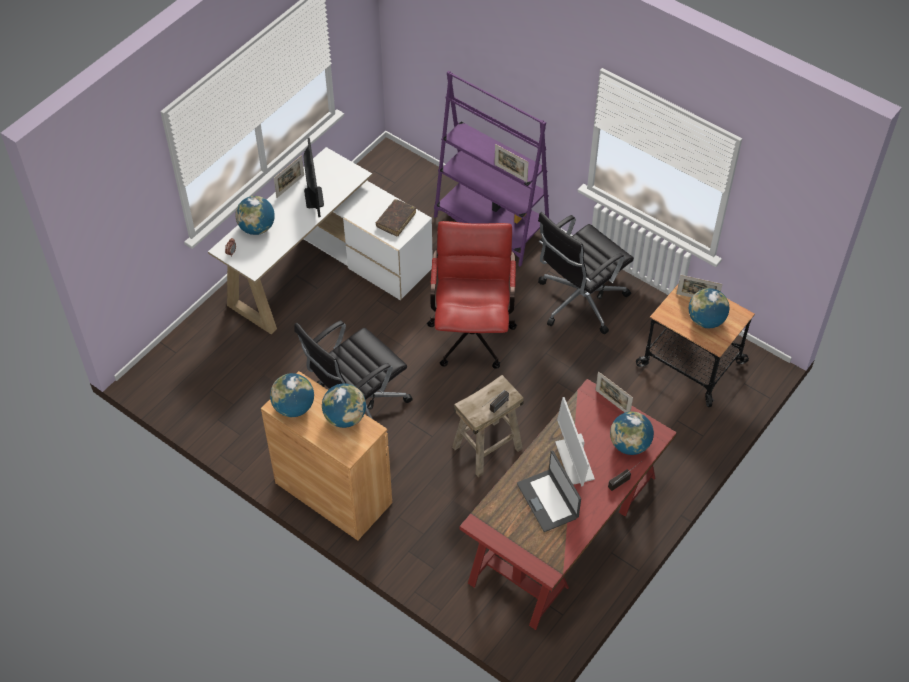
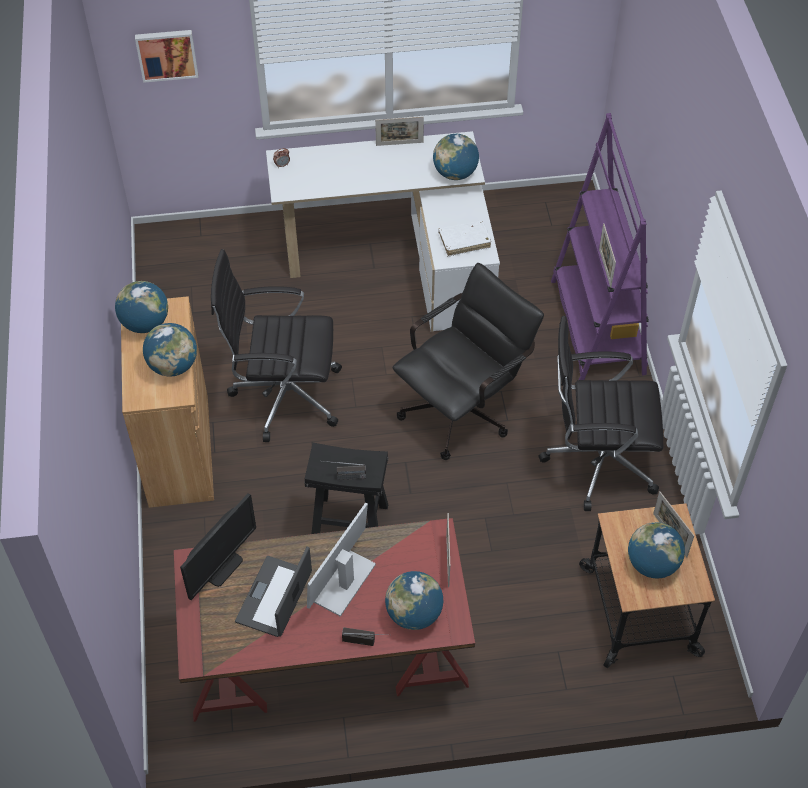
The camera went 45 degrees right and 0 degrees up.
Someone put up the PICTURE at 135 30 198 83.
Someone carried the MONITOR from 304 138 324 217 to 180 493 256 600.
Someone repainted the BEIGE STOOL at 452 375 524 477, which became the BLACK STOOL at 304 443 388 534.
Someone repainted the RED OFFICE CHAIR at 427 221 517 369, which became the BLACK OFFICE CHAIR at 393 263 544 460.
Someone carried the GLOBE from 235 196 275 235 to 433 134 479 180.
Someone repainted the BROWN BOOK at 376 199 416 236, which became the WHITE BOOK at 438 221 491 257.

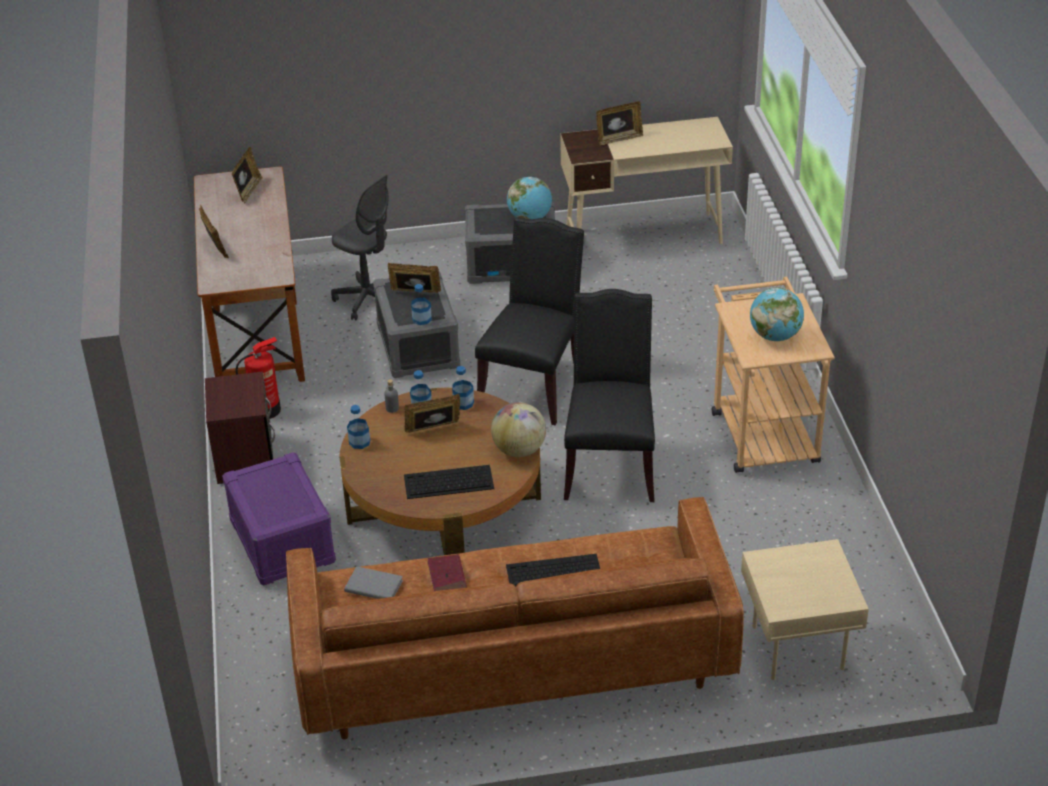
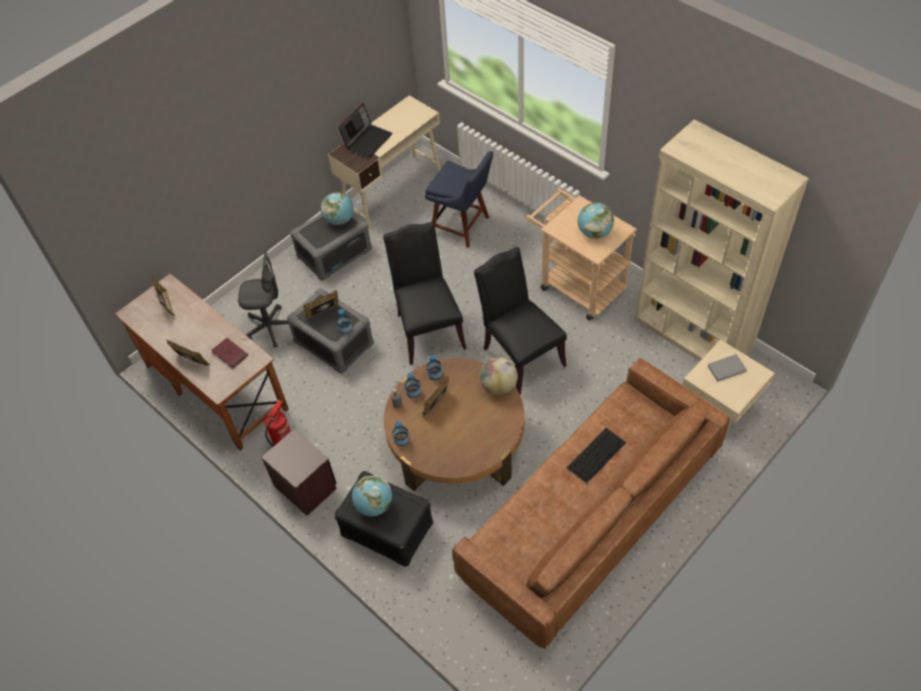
The camera went 35 degrees left and 15 degrees up.
Someone carried the RED BOOK from 428 554 467 591 to 212 338 248 369.
Someone repainted the PURPLE STORAGE BOX at 222 452 336 585, which became the BLACK STORAGE BOX at 334 471 433 567.
Someone swapped the PICTURE FRAME at 596 101 643 145 for the LAPTOP at 339 103 393 158.
Someone put down the GLOBE at 352 476 392 516.
Someone put down the BLUE CHAIR at 425 151 493 248.
Someone put down the BEIGE BOOKCASE at 635 120 809 361.
Someone carried the GREY BOOK from 344 566 403 599 to 707 354 747 382.
Someone took away the KEYBOARD at 404 465 494 499.

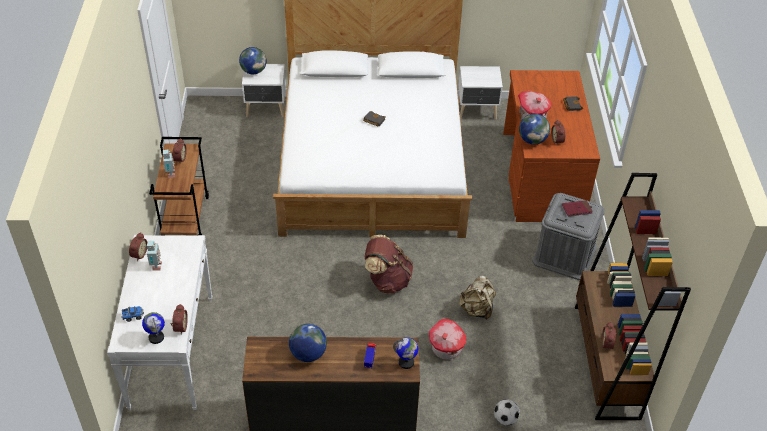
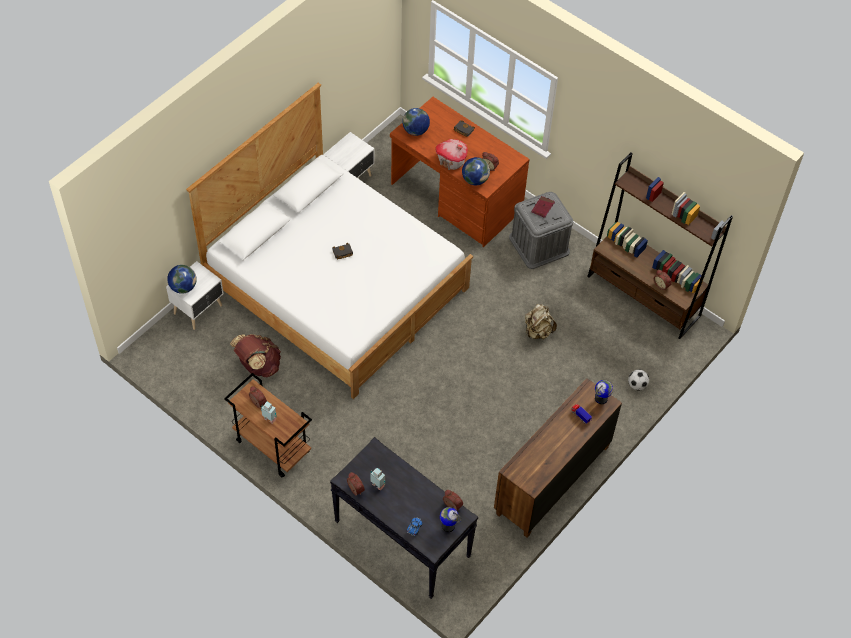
The camera went 50 degrees left and 10 degrees up.
Someone carried the BROWN BACKPACK from 365 235 413 294 to 230 334 281 377.
Someone repainted the WHITE CONSOLE TABLE at 107 235 213 410, which became the BLACK CONSOLE TABLE at 330 437 478 599.
Someone carried the GLOBE from 289 324 327 362 to 402 108 430 136.
Someone took away the TOY HOUSE at 429 319 466 359.

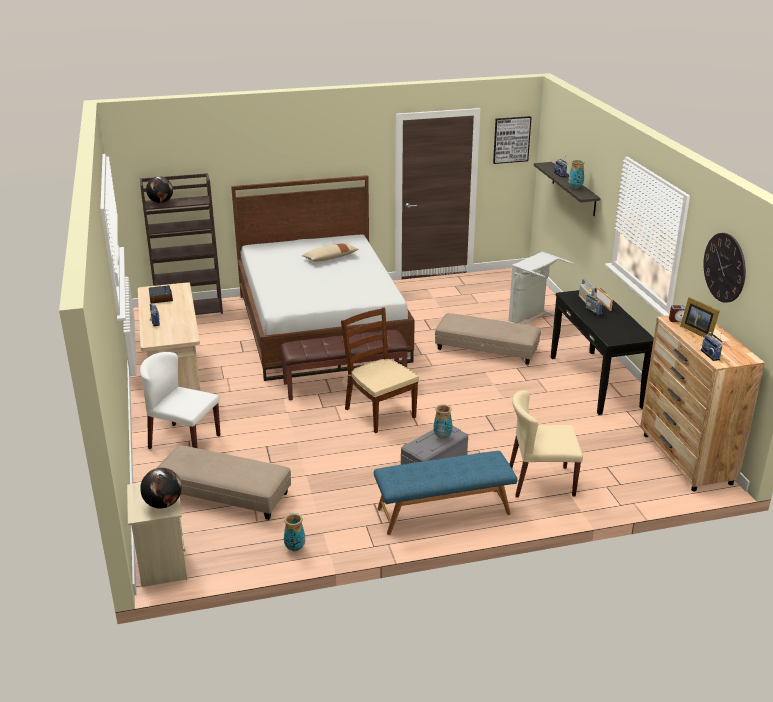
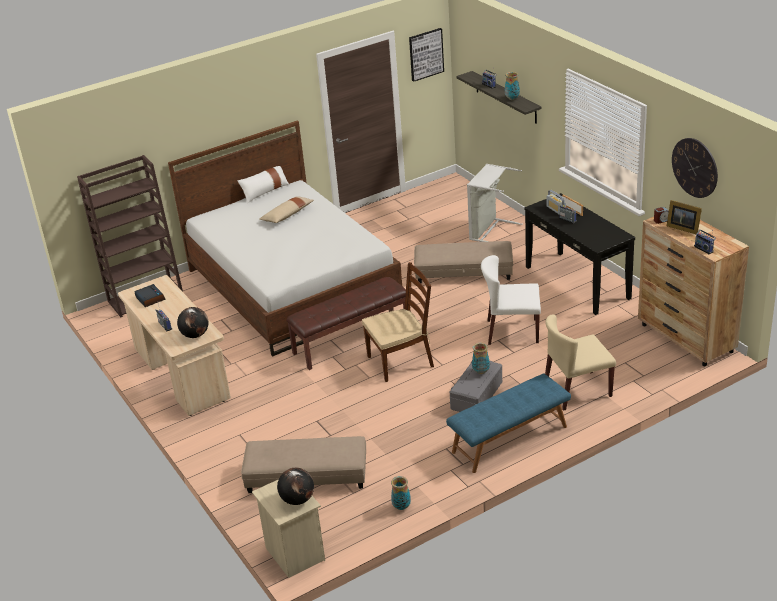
The camera went 15 degrees left and 5 degrees up.
Someone carried the GLOBE from 146 176 173 203 to 177 307 209 338.
Someone put down the WHITE PILLOW at 237 166 289 203.
Someone rotated the BROWN CHAIR at 341 307 419 433 by 120 degrees clockwise.
Someone carried the WHITE CHAIR from 140 352 220 449 to 481 255 541 345.

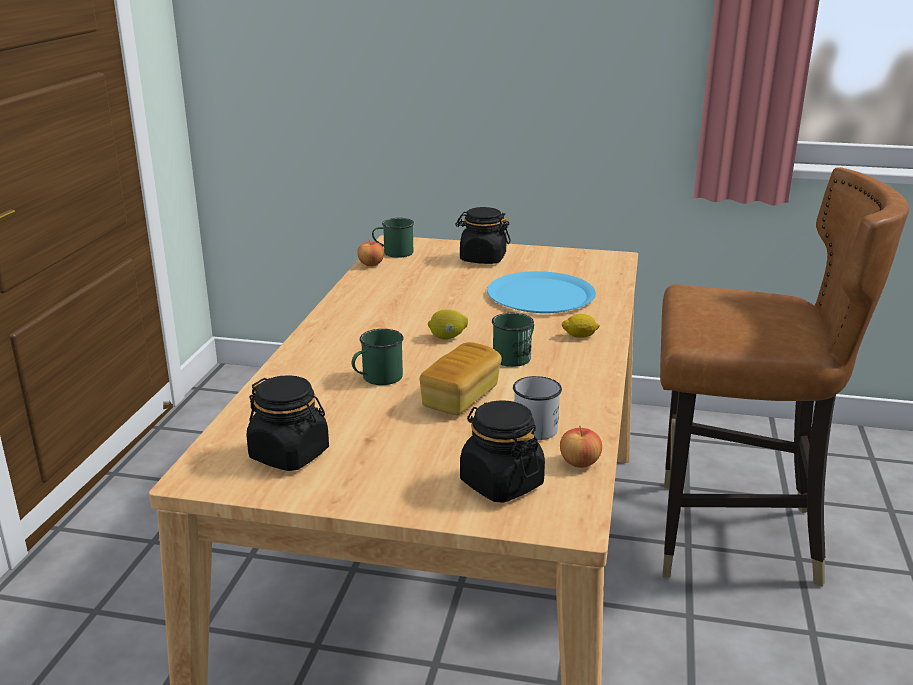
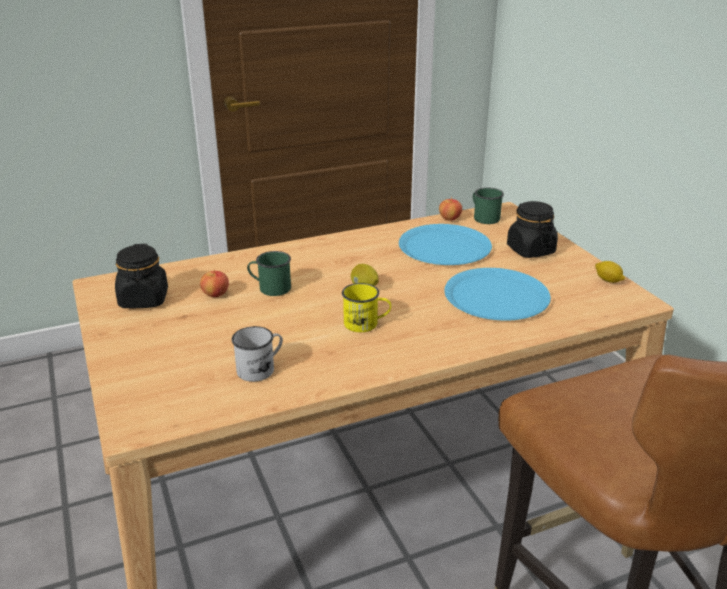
The camera went 55 degrees right and 5 degrees up.
Someone carried the APPLE from 560 426 602 468 to 200 269 229 297.
Someone repainted the GREEN MUG at 492 313 534 367, which became the YELLOW MUG at 342 283 391 332.
Someone put down the BLUE PLATE at 399 224 492 265.
Someone carried the LEMON from 561 314 600 338 to 595 261 625 283.
Someone took away the BREAD at 420 342 502 415.
Someone took away the BLACK JAR at 460 400 545 503.

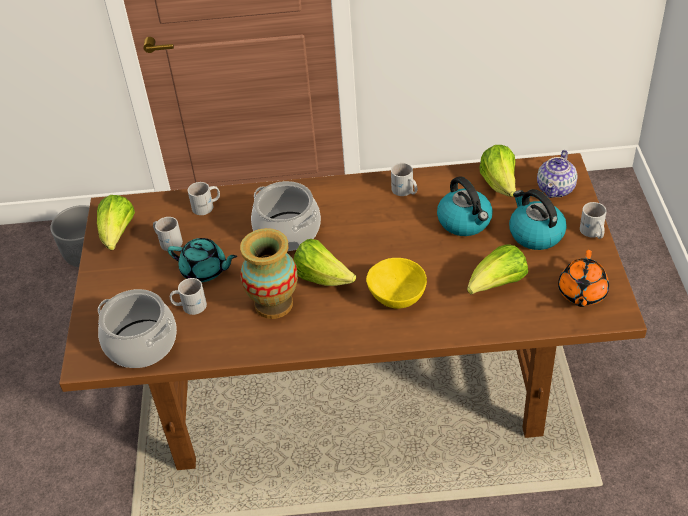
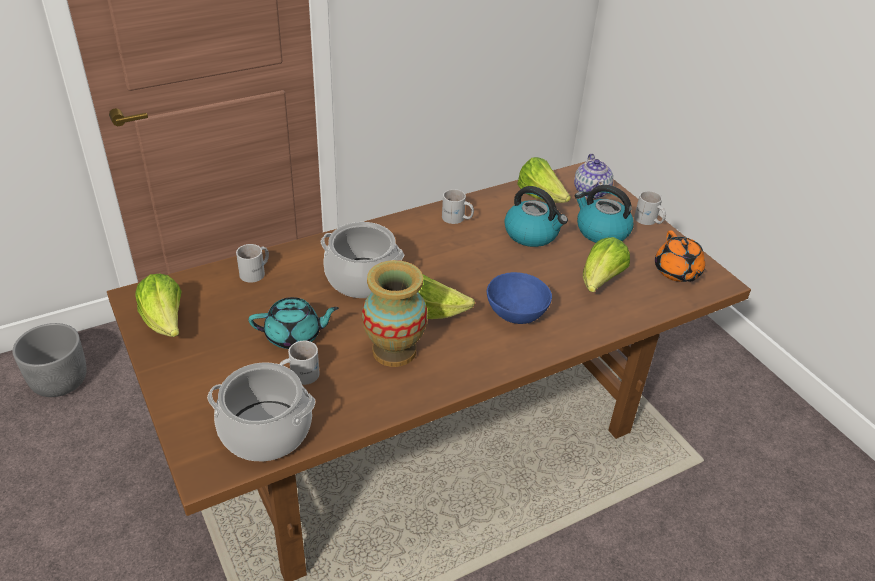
The camera went 30 degrees left and 5 degrees down.
Someone repainted the YELLOW BOWL at 366 258 427 309, which became the BLUE BOWL at 487 272 552 324.
Someone took away the WHITE MUG at 153 217 183 251.

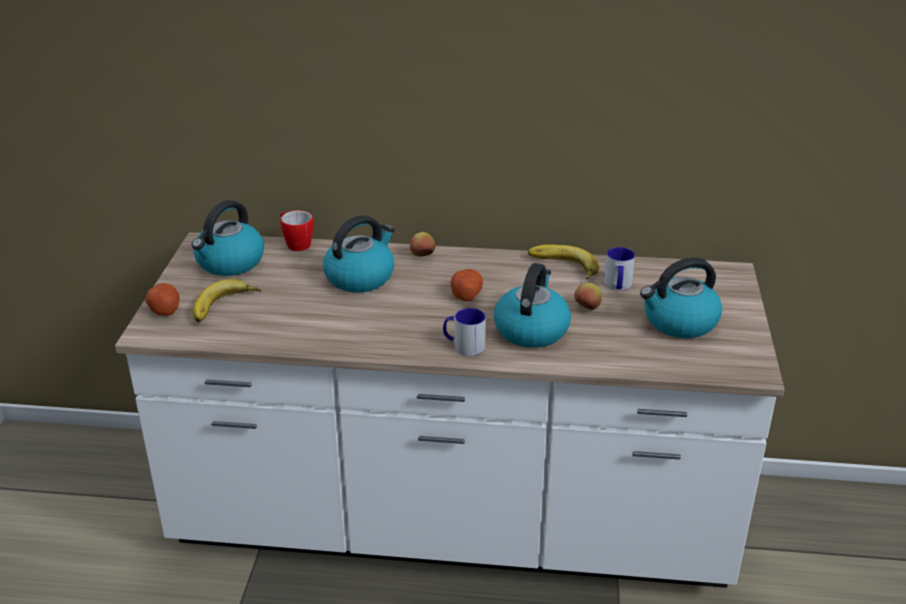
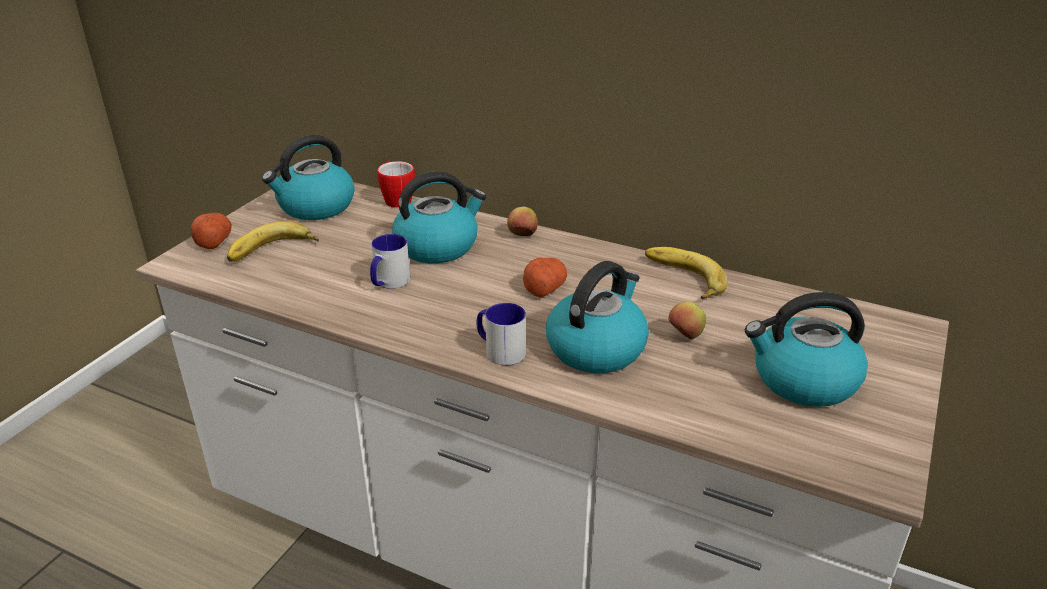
The camera went 20 degrees right and 0 degrees up.
Someone carried the MUG from 604 247 635 290 to 370 234 410 289.

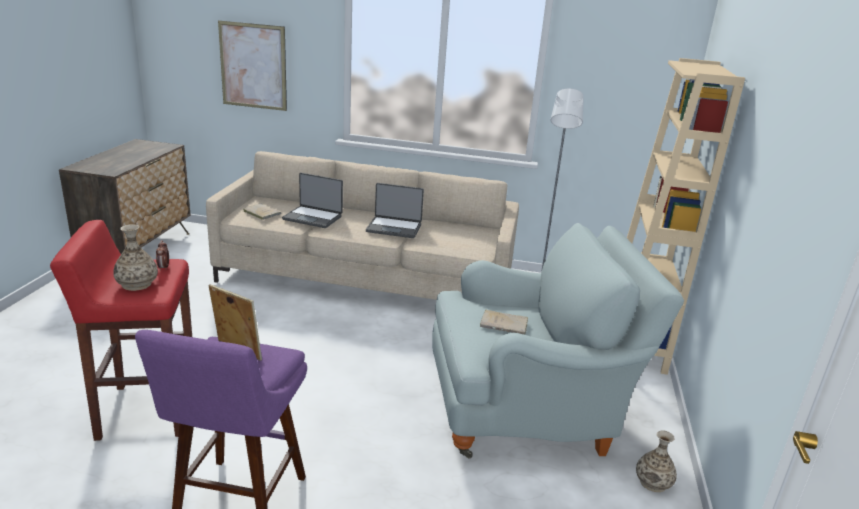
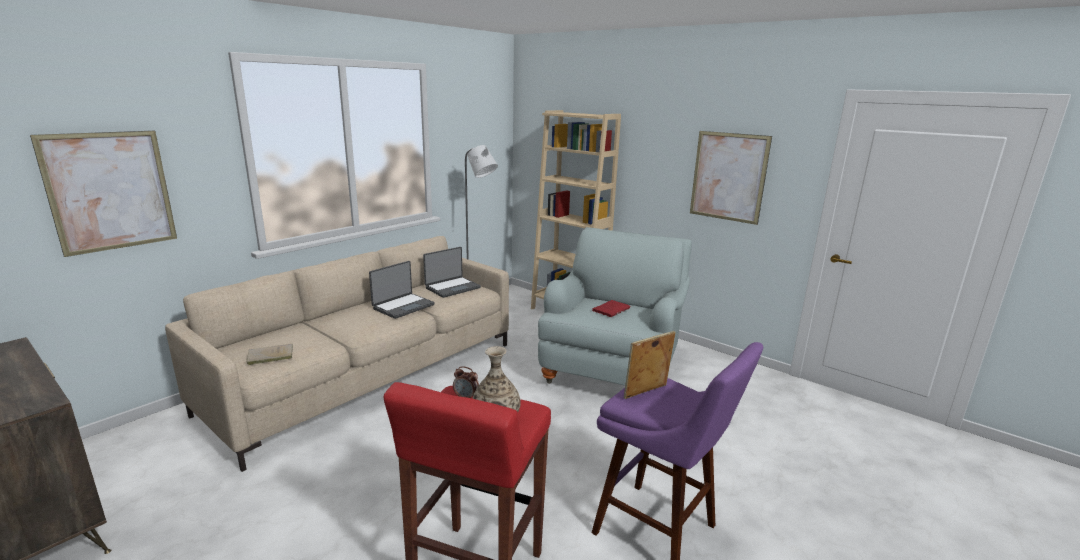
The camera went 60 degrees left and 5 degrees down.
Someone carried the LAPTOP from 282 173 343 228 to 423 247 481 298.
Someone repainted the BEIGE BOOK at 480 310 528 334, which became the RED BOOK at 592 300 630 317.
Someone put up the PICTURE at 690 131 772 225.
Someone took away the VASE at 636 431 677 492.

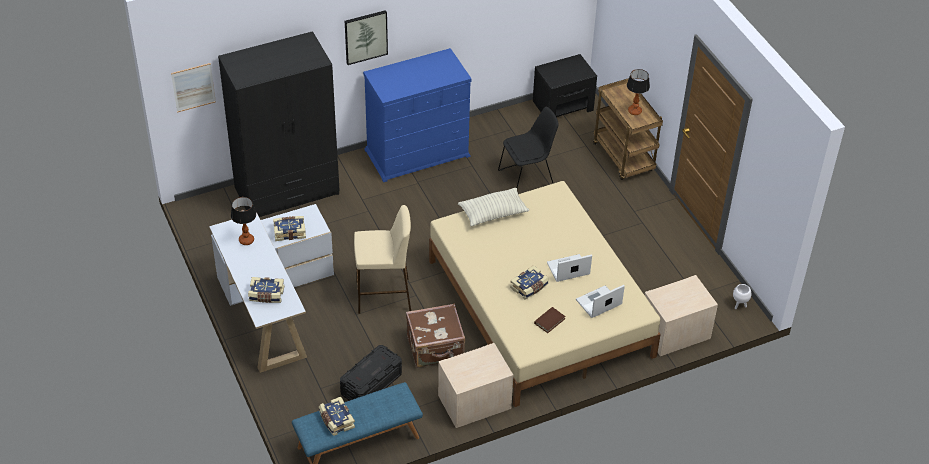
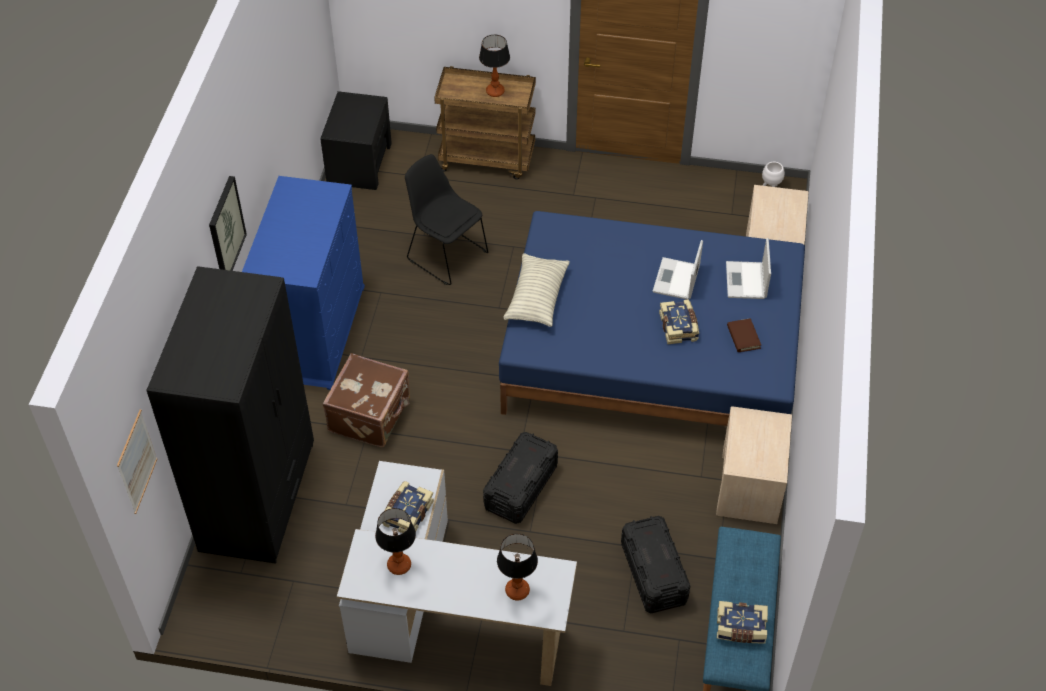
The camera went 55 degrees left and 5 degrees up.
Someone carried the BROWN SUITCASE from 406 304 465 368 to 323 353 410 447.
Someone rotated the BLACK CHAIR at 498 107 559 188 by 60 degrees counterclockwise.
Someone swapped the BEIGE STOOL at 354 205 411 314 for the BLACK STORAGE BOX at 483 432 558 524.
Someone swapped the BOOK at 248 277 284 303 for the TABLE LAMP at 497 534 538 600.
Someone repainted the BEIGE BED at 429 181 661 407, which became the BLUE BED at 499 211 805 426.

